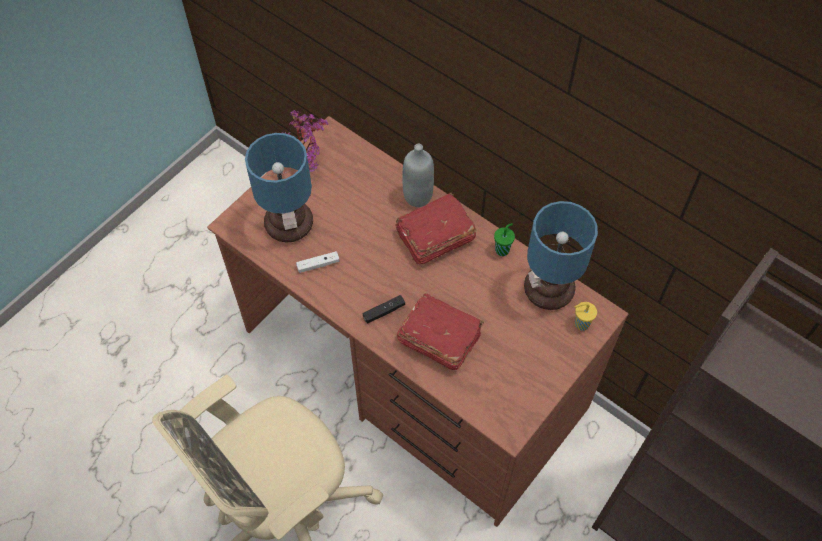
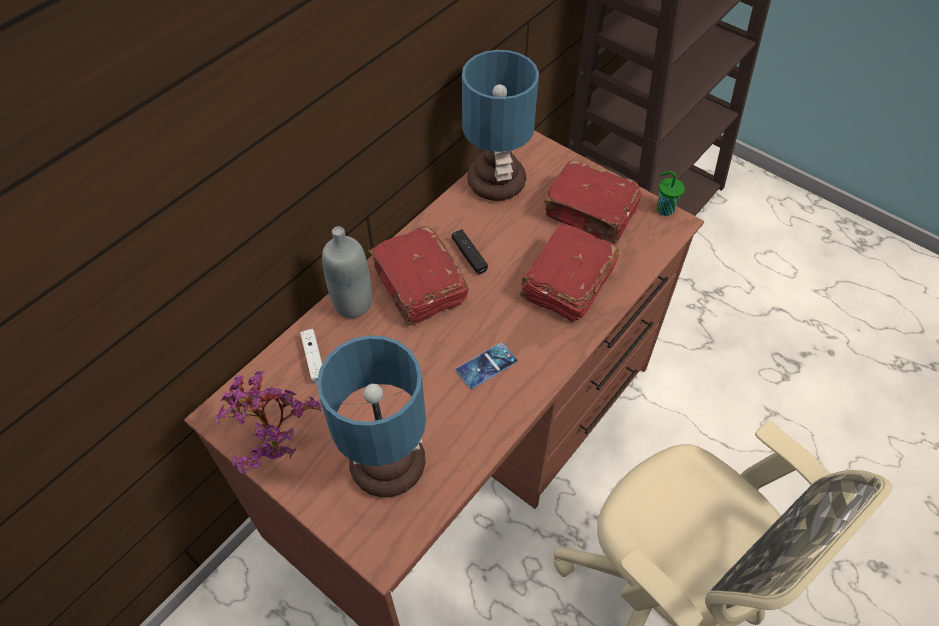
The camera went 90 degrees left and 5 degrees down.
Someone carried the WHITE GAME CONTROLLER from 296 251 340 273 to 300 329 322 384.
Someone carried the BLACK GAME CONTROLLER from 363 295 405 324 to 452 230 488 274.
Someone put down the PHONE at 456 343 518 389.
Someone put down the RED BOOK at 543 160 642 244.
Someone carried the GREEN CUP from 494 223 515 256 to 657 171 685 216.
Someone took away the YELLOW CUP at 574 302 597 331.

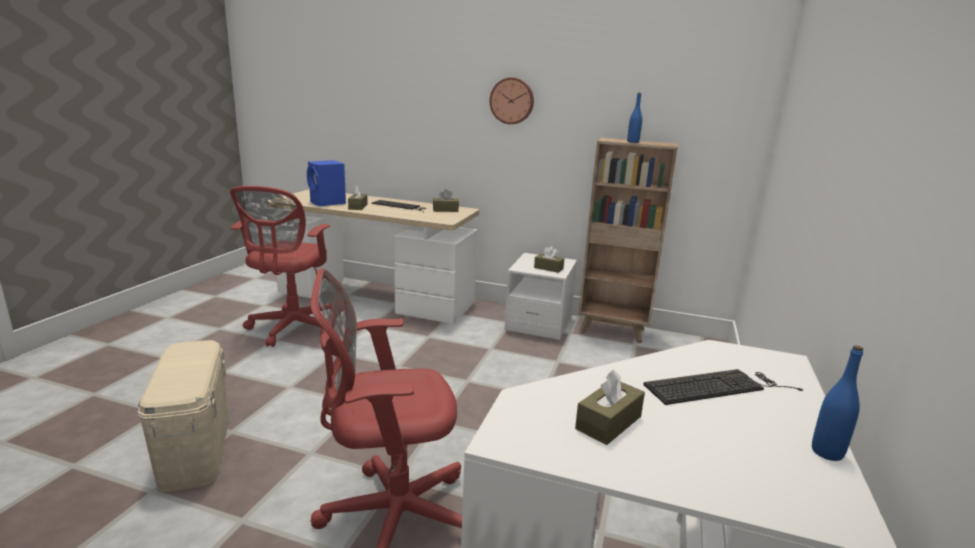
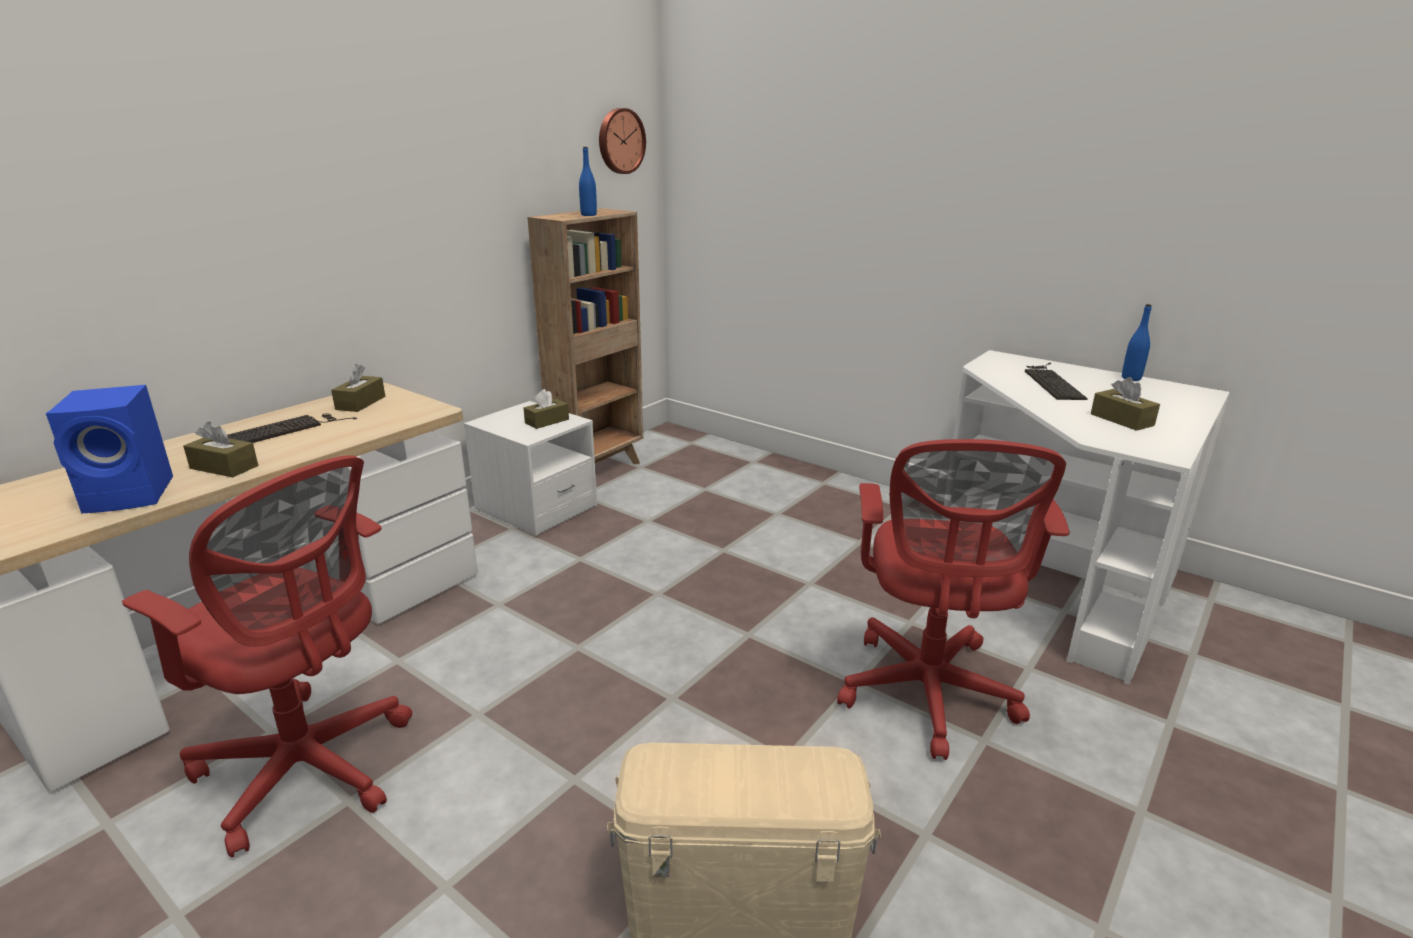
The camera went 70 degrees left and 5 degrees up.
Someone carried the WALL CLOCK from 490 77 534 124 to 599 108 646 174.

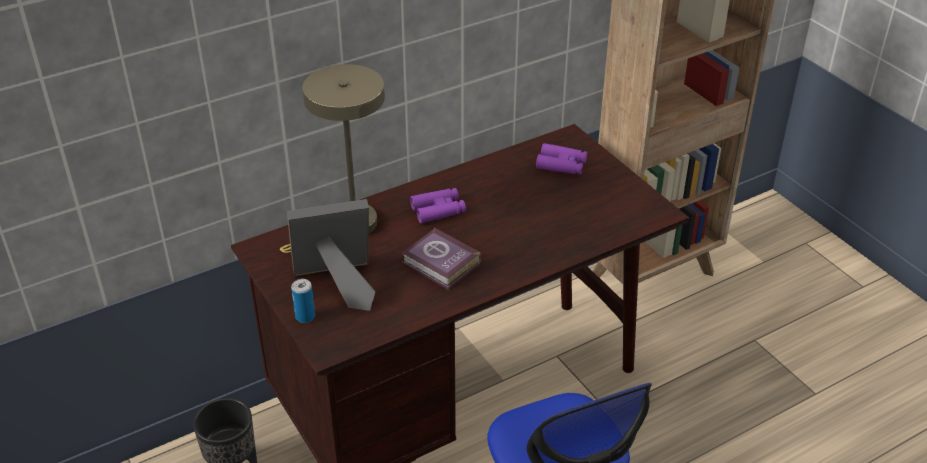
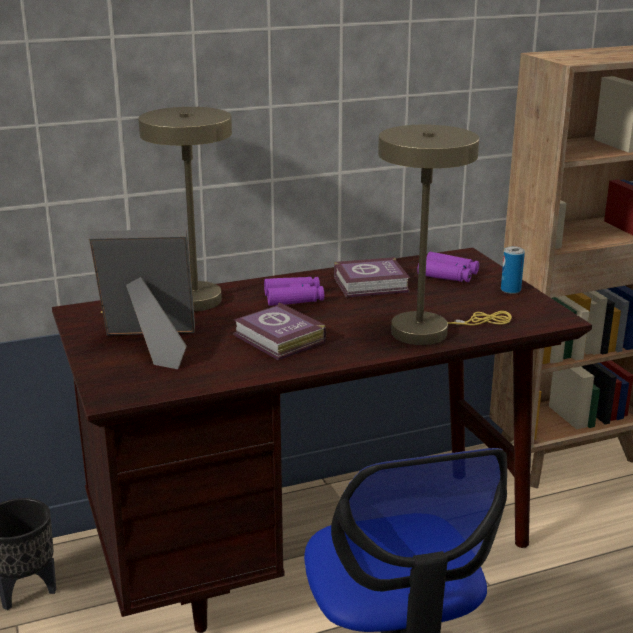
The camera went 10 degrees right and 15 degrees down.
Someone put down the BOOK at 334 257 410 298.
Someone put down the BEIGE TABLE LAMP at 378 125 512 345.
Someone carried the CAN from 291 279 315 323 to 501 246 525 294.

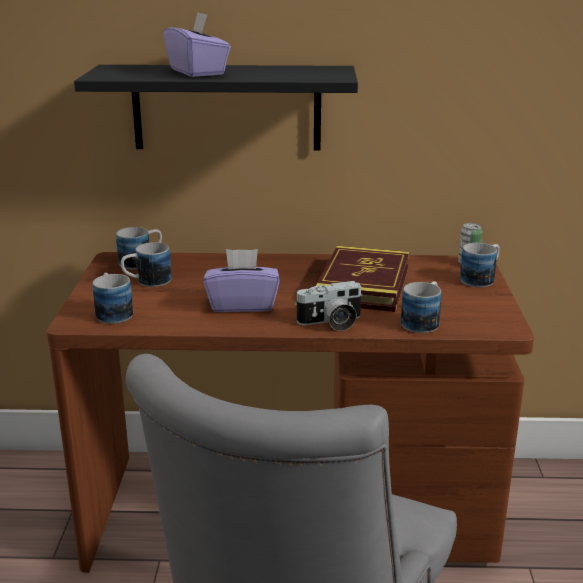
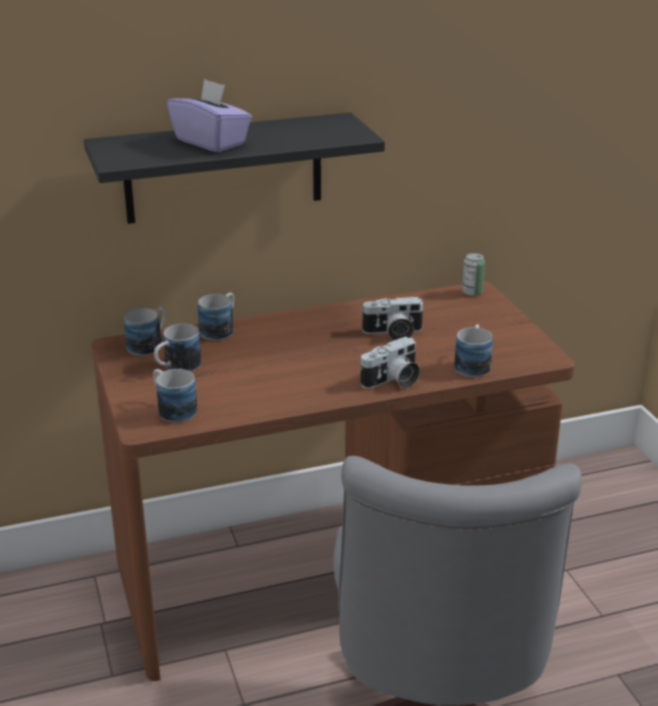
The camera went 20 degrees left and 5 degrees up.
Someone carried the MUG from 460 243 500 288 to 198 292 234 341.
Someone swapped the BOOK at 316 246 409 312 for the PHOTO CAMERA at 360 297 425 340.
Someone took away the PURPLE TISSUE BOX at 203 249 280 312.

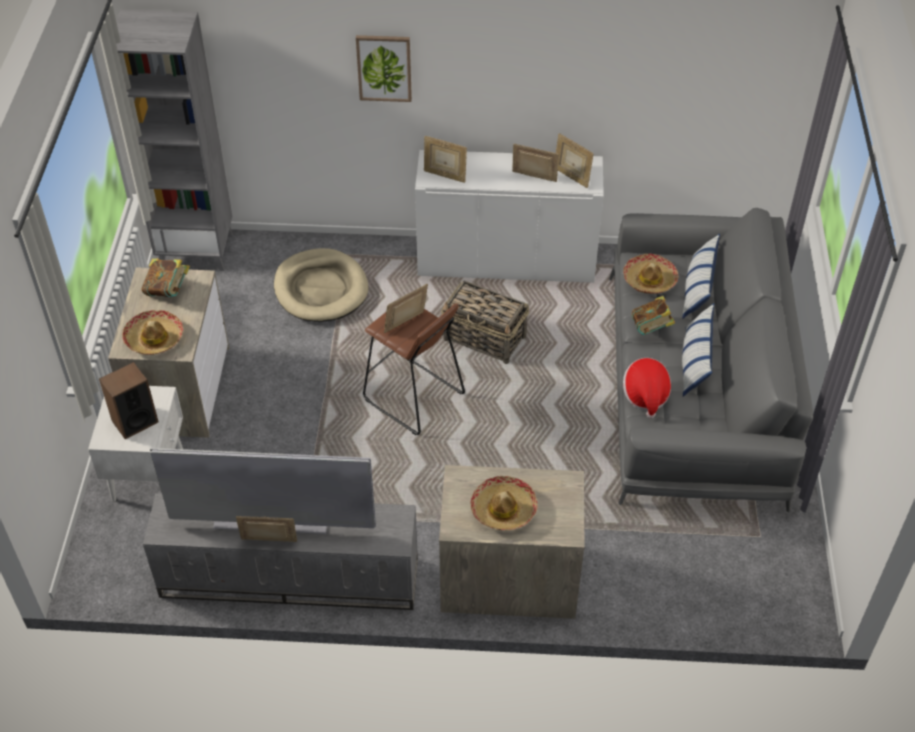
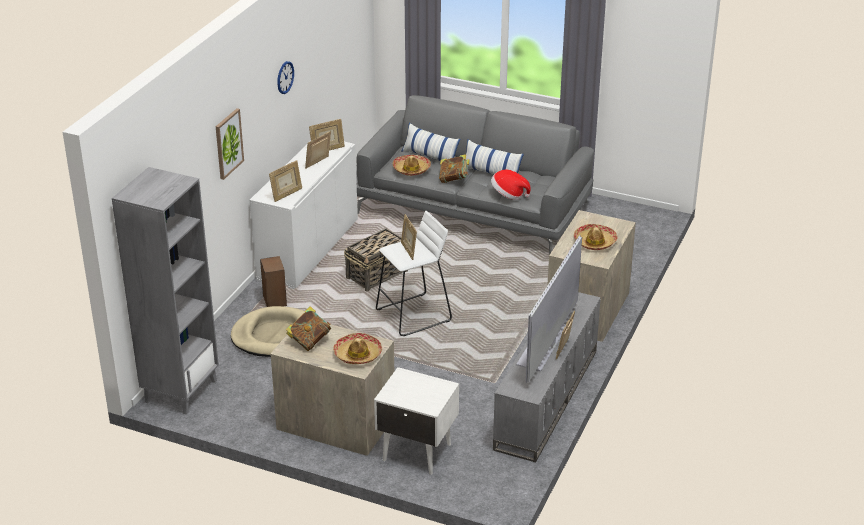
The camera went 70 degrees left and 15 degrees down.
Someone carried the SPEAKER from 99 362 159 439 to 260 256 287 307.
Someone put up the WALL CLOCK at 277 61 294 94.
Someone repainted the BROWN STOOL at 363 303 465 435, which became the WHITE STOOL at 376 211 452 336.

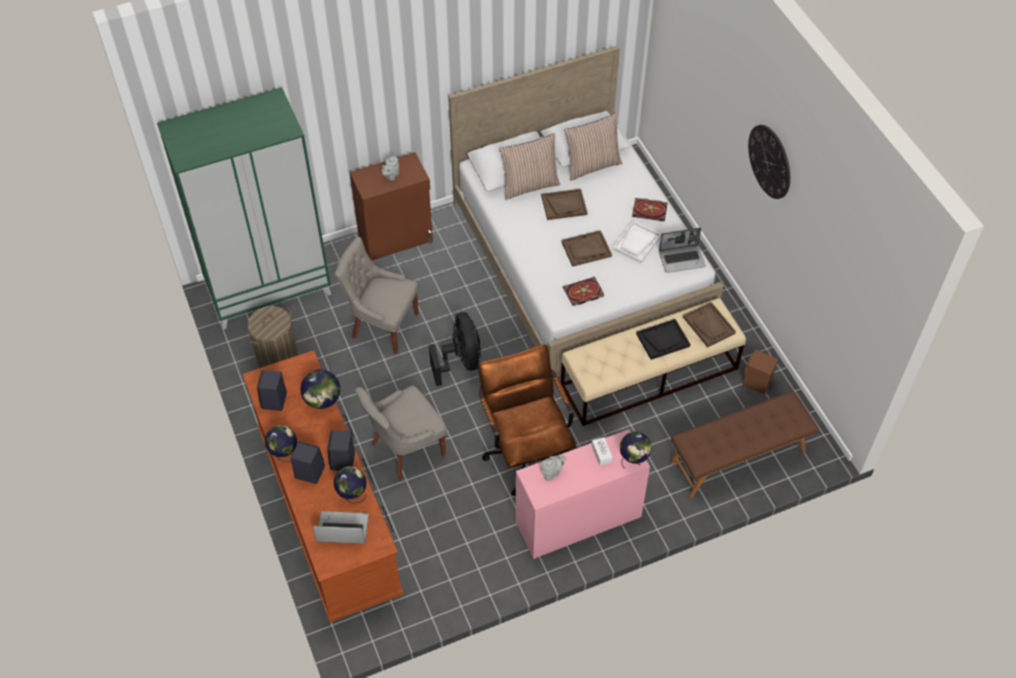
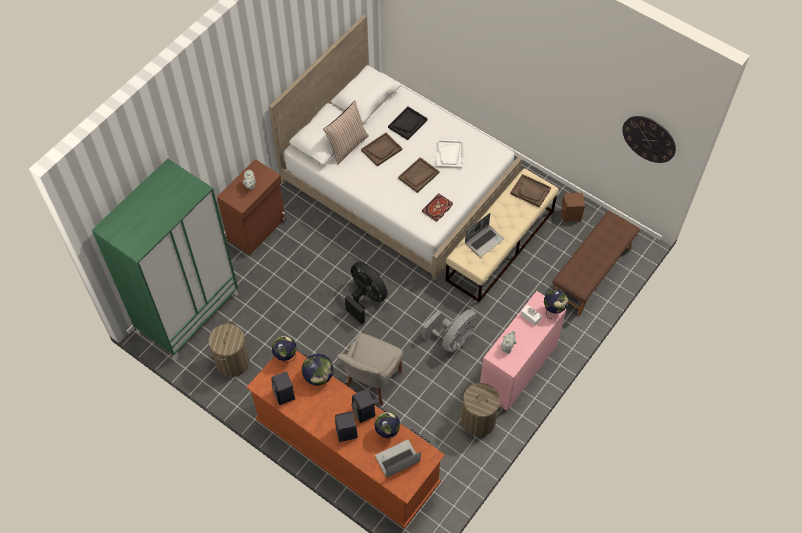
The camera went 30 degrees left and 5 degrees up.
Someone carried the GLOBE from 265 425 297 462 to 272 336 296 363.
Someone carried the BLACK TRAY from 636 319 690 360 to 388 106 427 140.
Someone swapped the BROWN OFFICE CHAIR at 478 344 576 496 for the GREY FAN at 422 310 478 352.
Someone put down the LAUNDRY BASKET at 459 383 503 437.
Someone carried the LAPTOP from 659 228 706 273 to 465 213 504 257.
Someone carried the WALL CLOCK from 748 125 790 199 to 622 116 676 163.
Someone took away the GREY CHAIR at 335 236 419 355.
Someone took away the PILLOW at 564 112 622 181.
Someone took away the BOOK at 632 198 668 221.

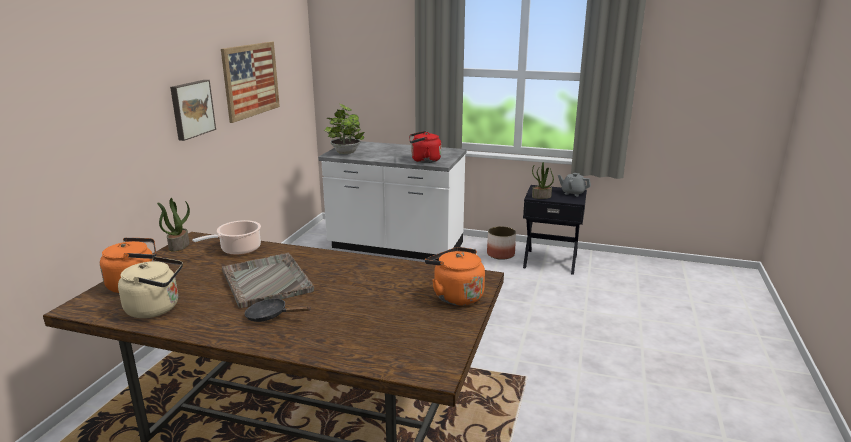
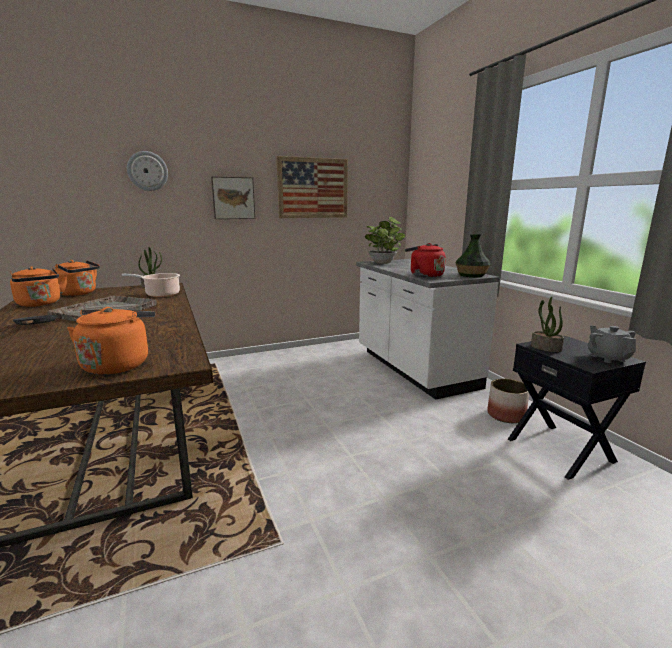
The camera went 50 degrees right and 5 degrees down.
Someone repainted the BEIGE KETTLE at 118 257 183 318, which became the ORANGE KETTLE at 10 266 67 307.
Someone put up the WALL CLOCK at 127 151 168 191.
Someone put down the VASE at 456 234 491 277.

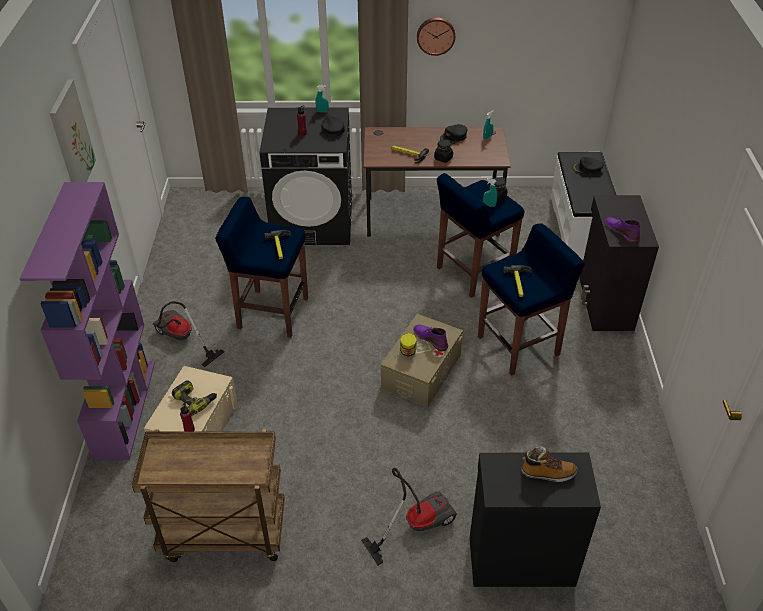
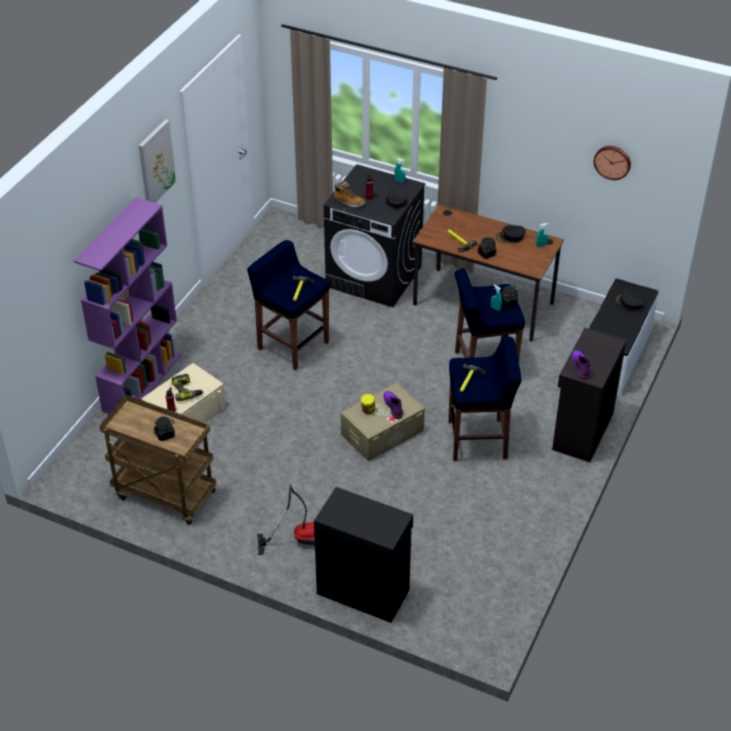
The camera went 25 degrees right and 0 degrees up.
Someone put down the BLACK JAR at 153 416 175 441.
Someone carried the BOOT from 521 446 577 482 to 334 181 365 207.
Someone carried the WALL CLOCK from 417 18 455 56 to 594 146 631 180.
Someone took away the VACUUM CLEANER at 152 301 225 367.

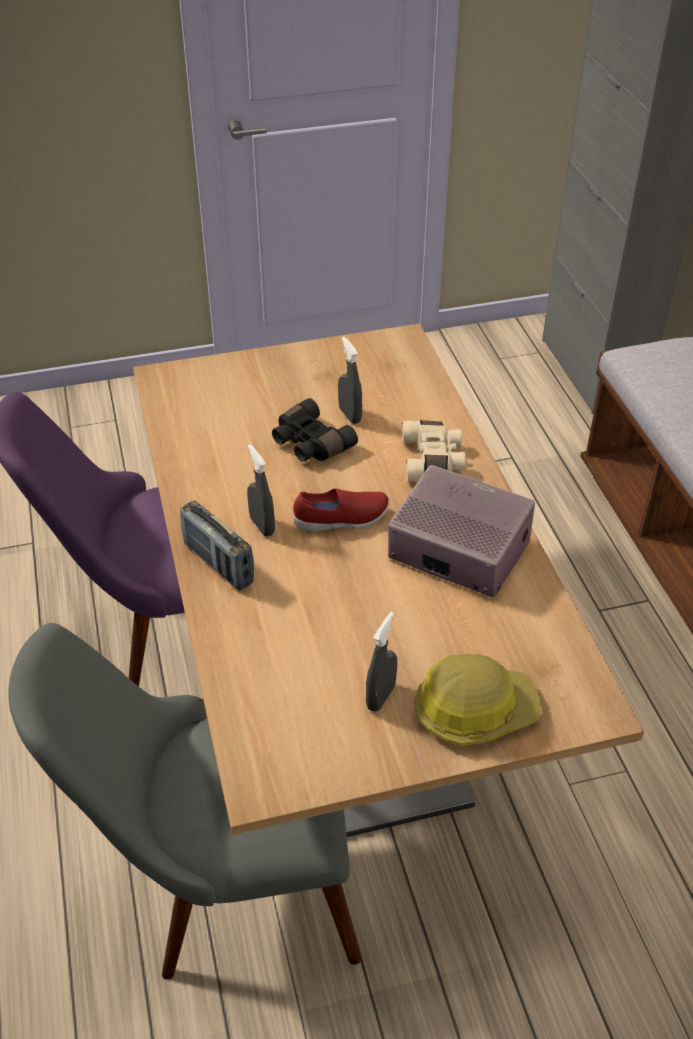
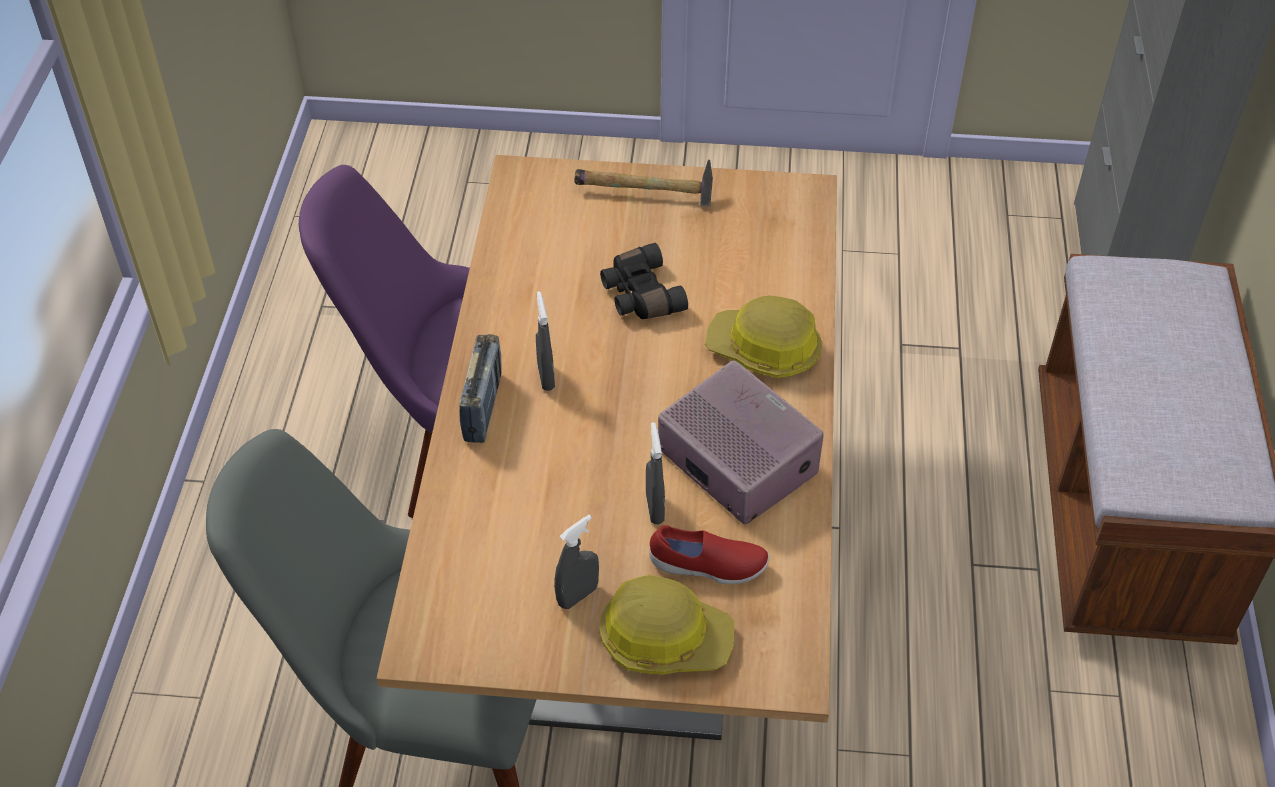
The camera went 20 degrees right and 5 degrees up.
Someone rotated the RADIO at 180 501 254 590 by 150 degrees counterclockwise.
Someone put down the HAMMER at 575 160 713 206.
Someone carried the GREY SPRAY BOTTLE from 338 337 362 424 to 646 422 665 524.
Someone carried the RED SHOE from 293 488 389 532 to 649 525 769 584.
Someone swapped the BEIGE BINOCULARS at 402 420 466 482 for the HARD HAT at 705 296 822 378.

